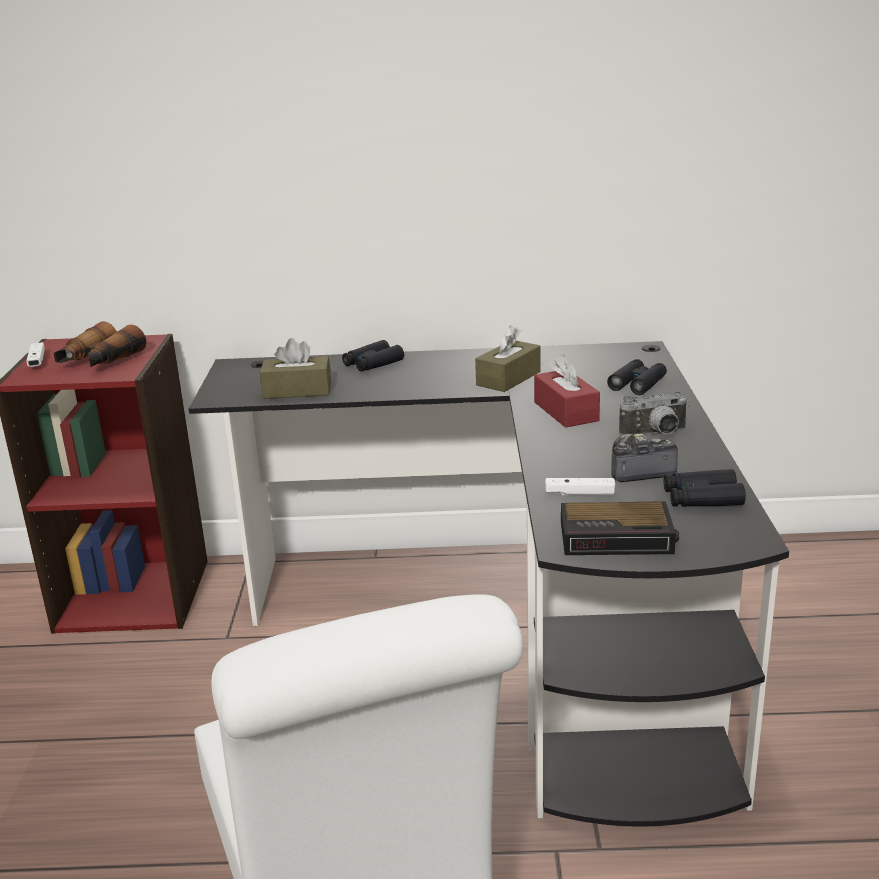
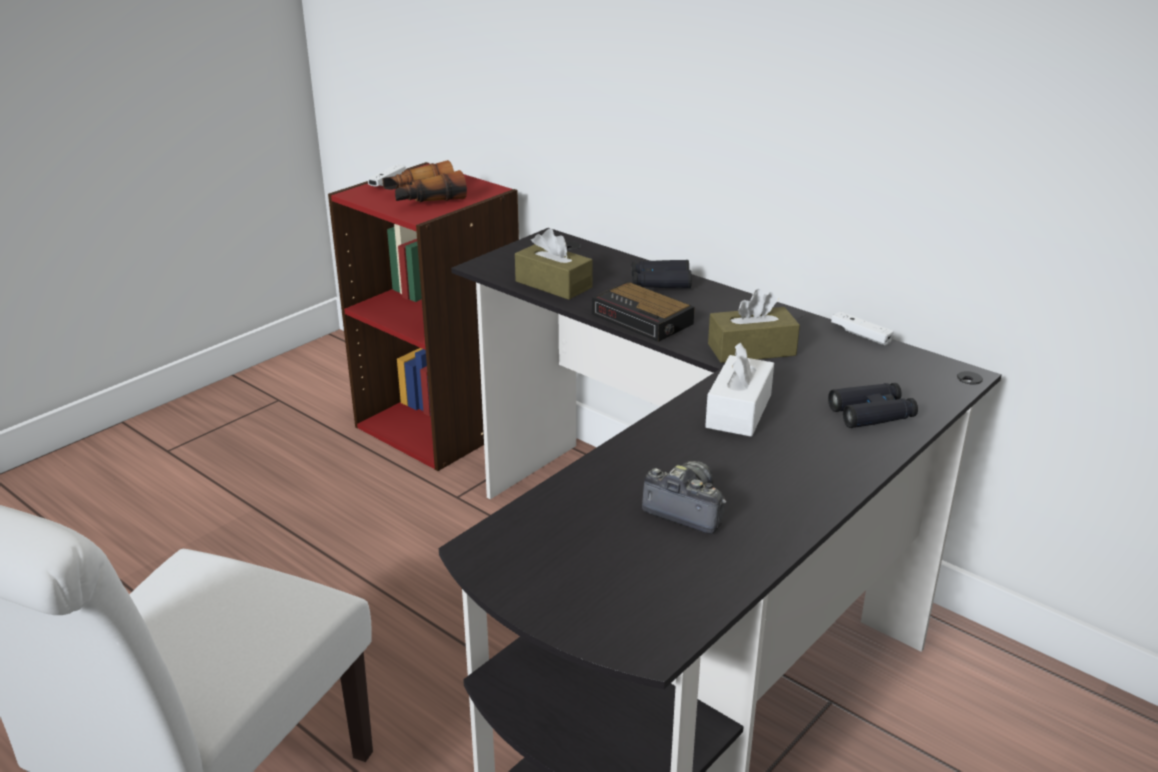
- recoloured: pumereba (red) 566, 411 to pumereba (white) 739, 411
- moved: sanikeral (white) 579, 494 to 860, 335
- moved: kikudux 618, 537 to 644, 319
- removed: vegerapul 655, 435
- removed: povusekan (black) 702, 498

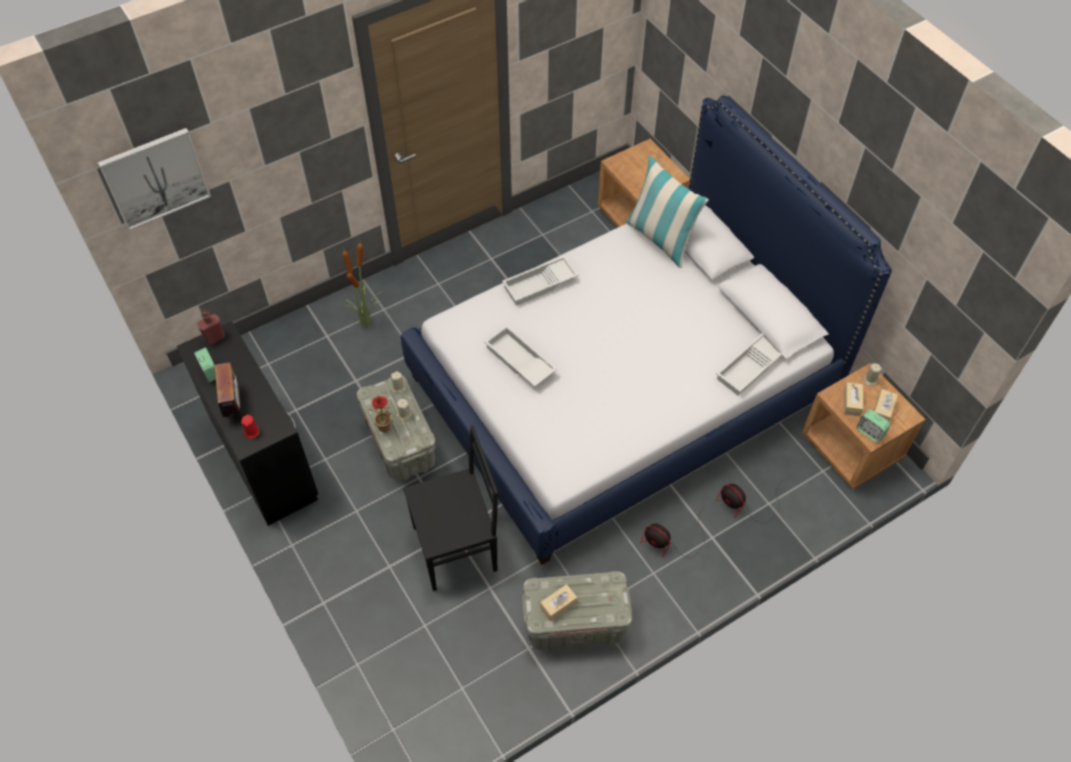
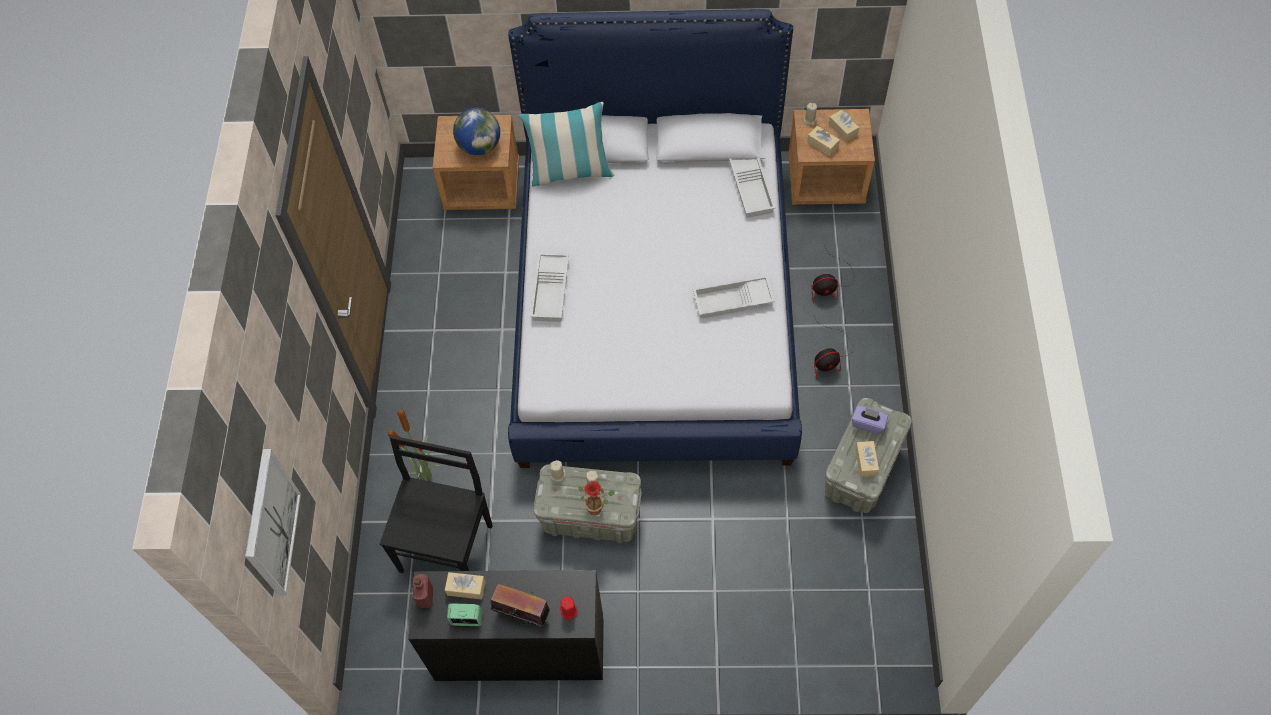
- moved: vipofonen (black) 457, 547 to 447, 545
- moved: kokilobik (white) 519, 361 to 732, 301
- removed: kikudux 870, 432
- added: pumereba (beige) 466, 588
- added: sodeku 479, 146
- added: pumereba (purple) 868, 424

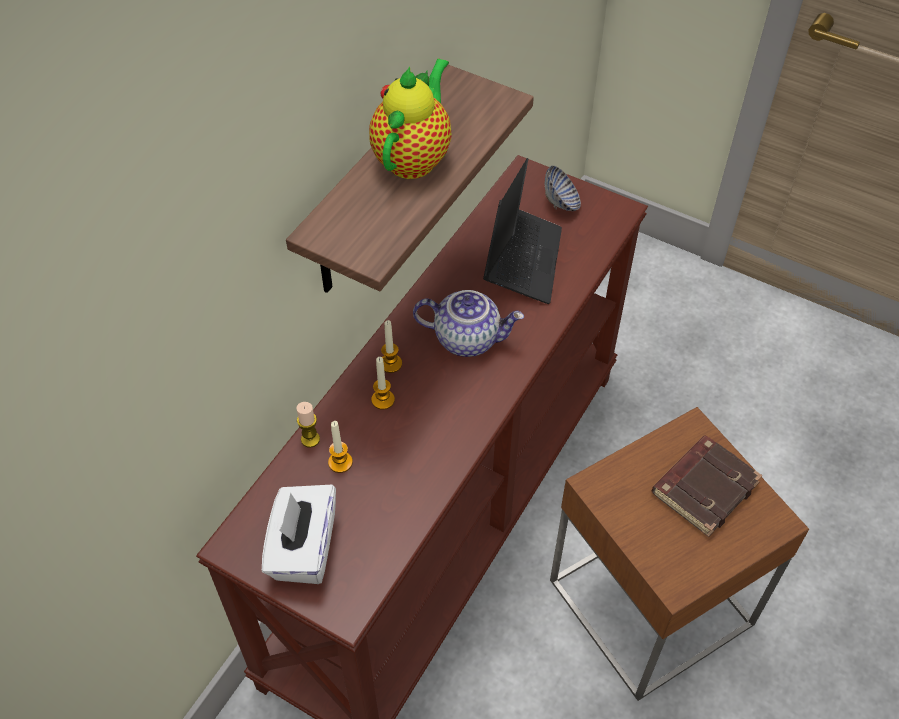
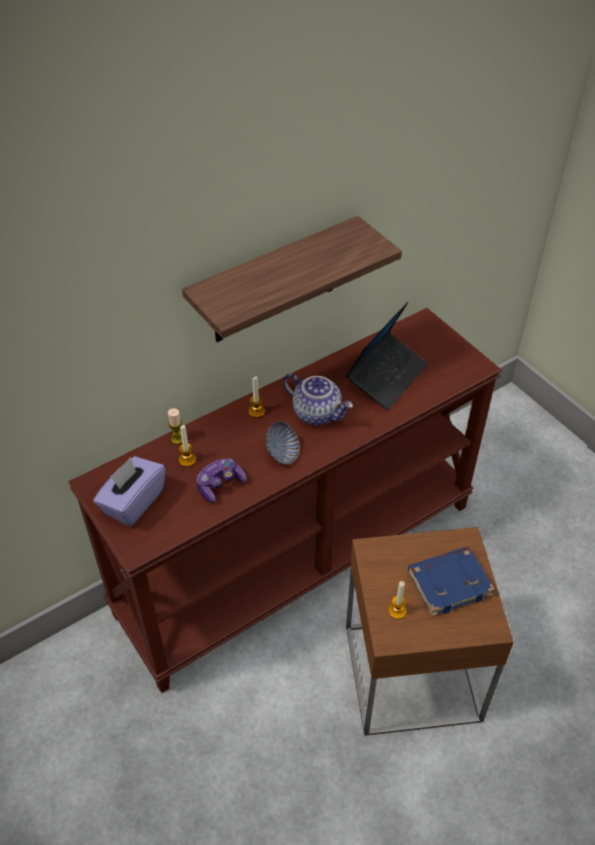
- recoloured: pumereba (white) 303, 548 to pumereba (purple) 133, 502
- removed: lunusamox 414, 158
- moved: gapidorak 383, 400 to 397, 611
- moved: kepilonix 561, 203 to 282, 454
- recoloured: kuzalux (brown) 704, 487 to kuzalux (blue) 449, 582
- added: sanikeral 220, 485

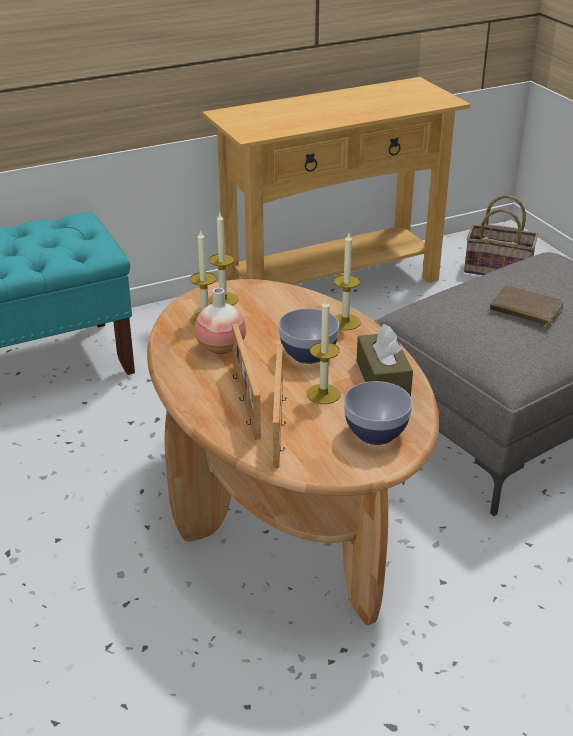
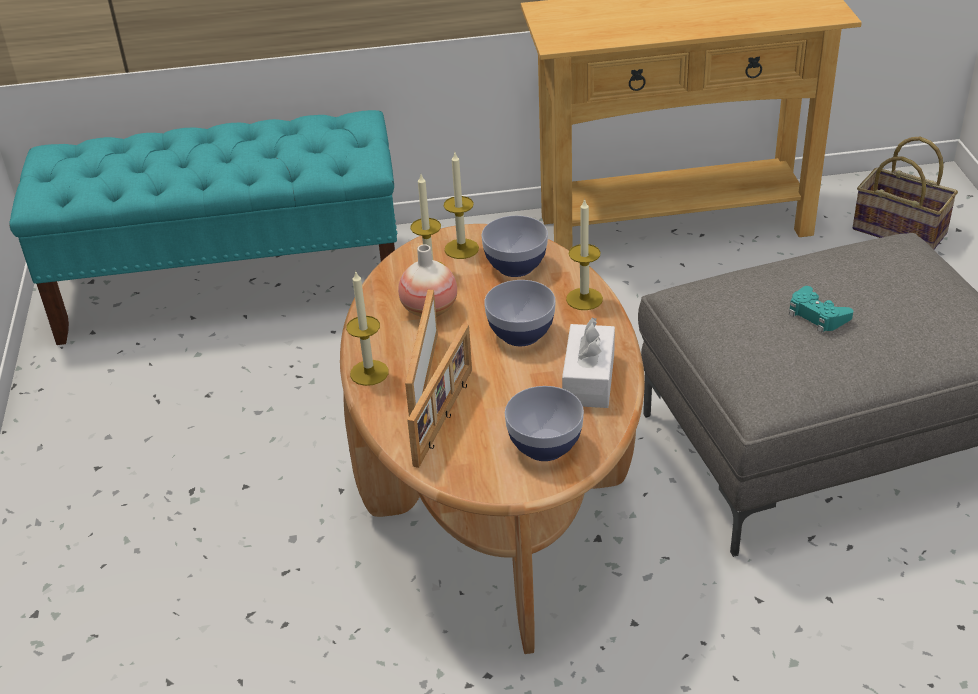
- moved: gapidorak 323, 394 to 369, 373
- recoloured: pumereba (brown) 382, 378 to pumereba (white) 589, 379
- replaced: kuzalux (brown) 525, 310 to sanikeral (turquoise) 817, 315
- added: kepilonix 515, 266

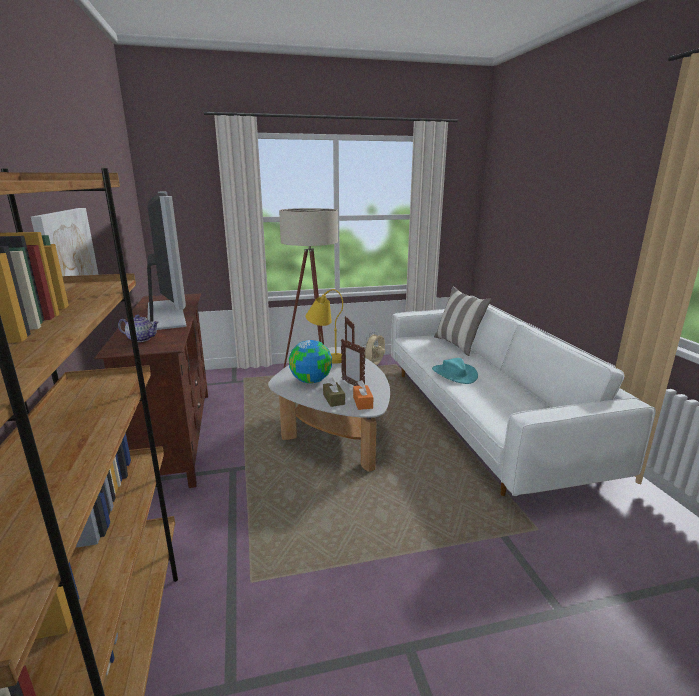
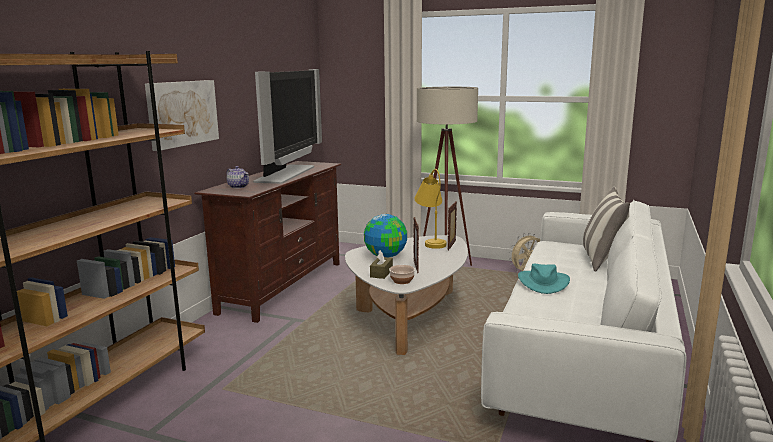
- replaced: pumereba (orange) 362, 402 to kepilonix 402, 281

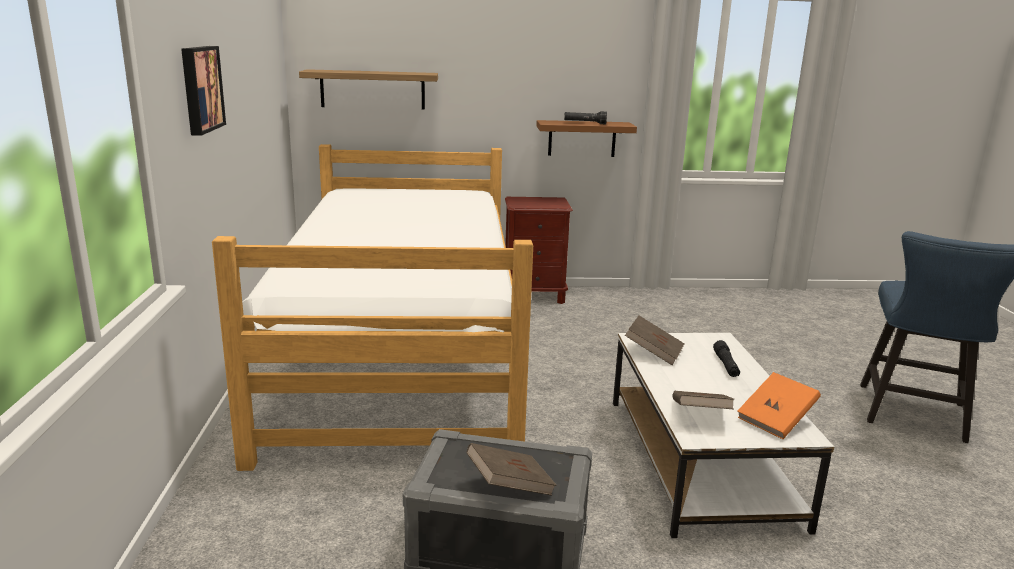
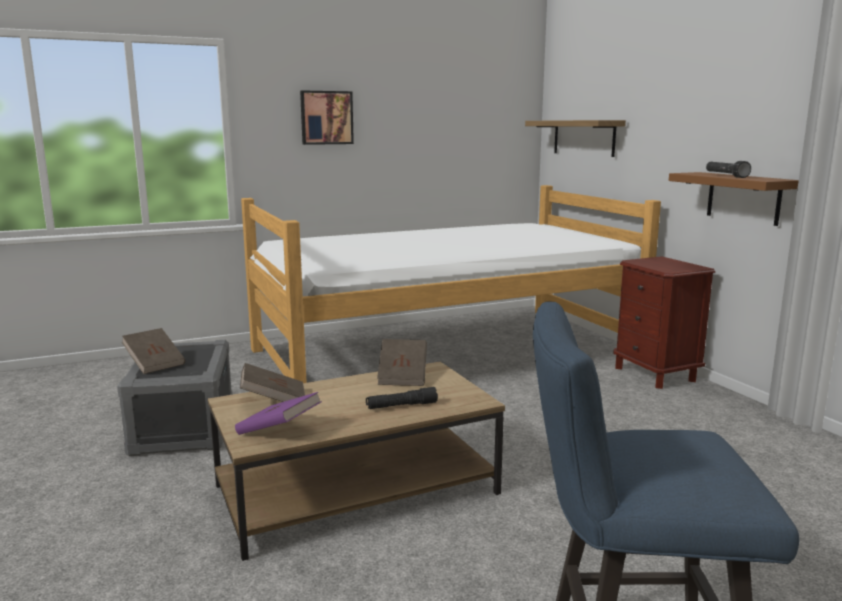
- recoloured: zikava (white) 700, 461 to zikava (brown) 355, 490
- recoloured: kuzalux (orange) 776, 420 to kuzalux (purple) 279, 431

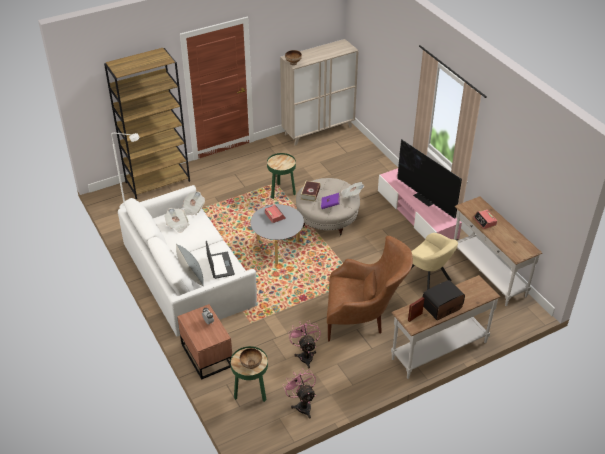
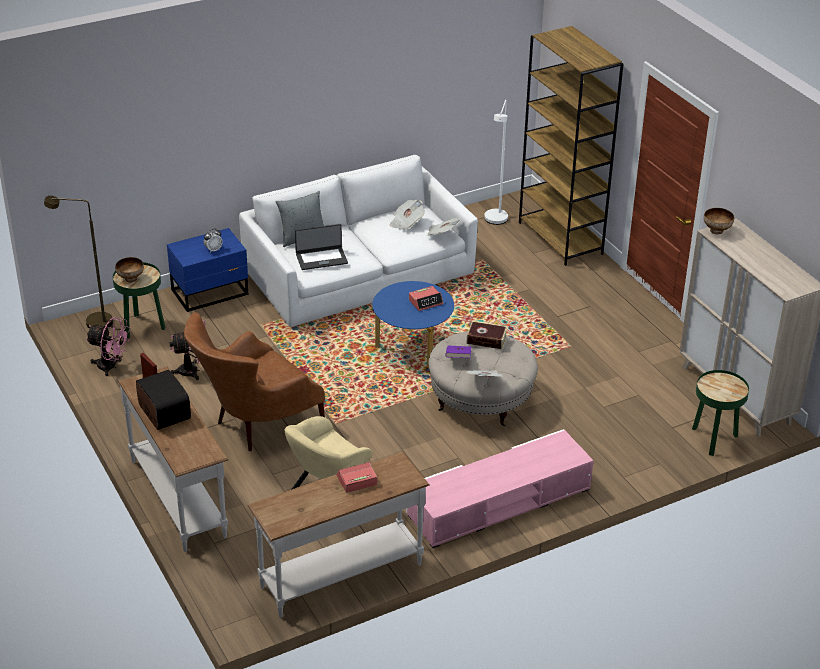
- recoloured: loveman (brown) 207, 354 to loveman (blue) 211, 292
- recoloured: zikava (grey) 277, 247 to zikava (blue) 412, 348
- moved: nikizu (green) 282, 192 to 714, 439
- turned: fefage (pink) 302, 405 = 111, 367 45 degrees clockwise
- turned: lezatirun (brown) 364, 318 = 254, 426 45 degrees clockwise
- removed: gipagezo 425, 198
- added: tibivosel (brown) 91, 323

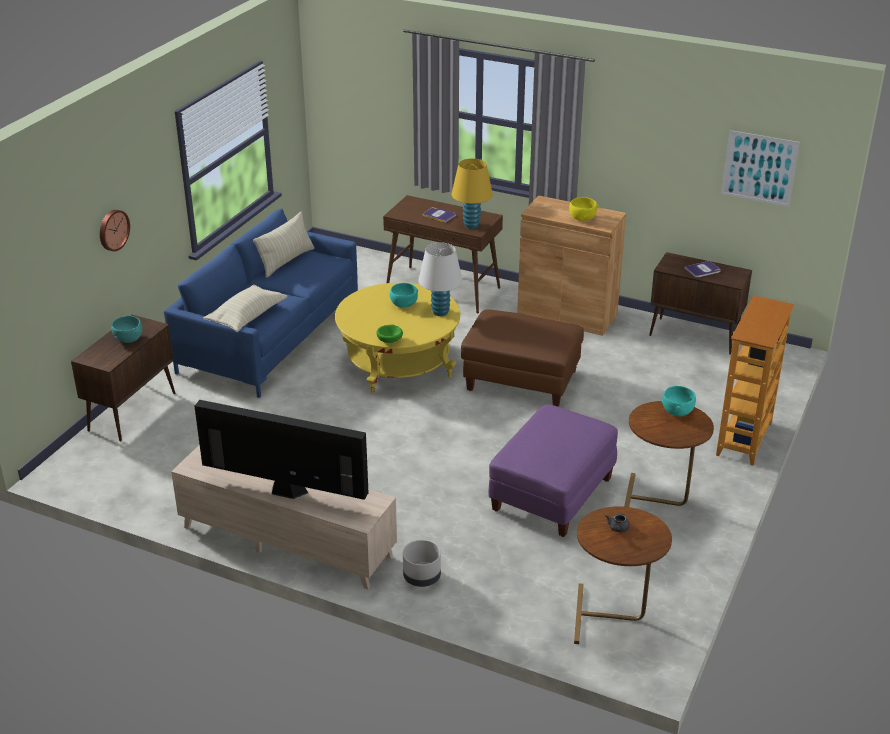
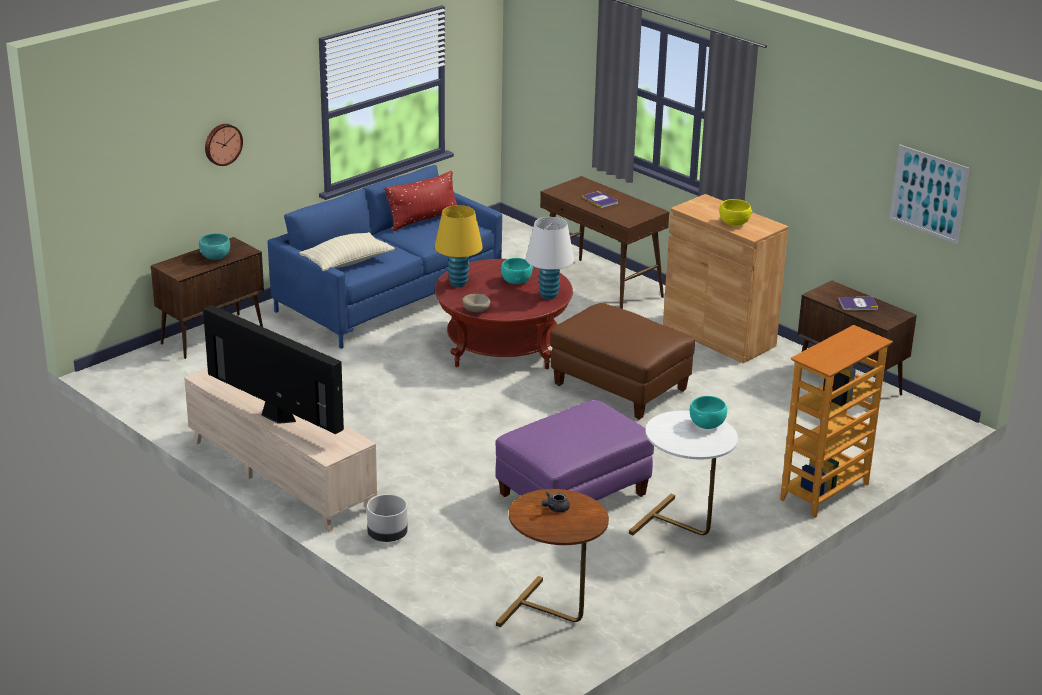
- recoloured: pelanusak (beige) 286, 261 to pelanusak (red) 423, 220
- recoloured: zikava (yellow) 398, 363 to zikava (red) 502, 345
- recoloured: kepilonix (green) 390, 341 to kepilonix (beige) 476, 311
- moved: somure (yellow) 471, 225 to 458, 283
- recoloured: nikizu (brown) 659, 502 to nikizu (white) 682, 528

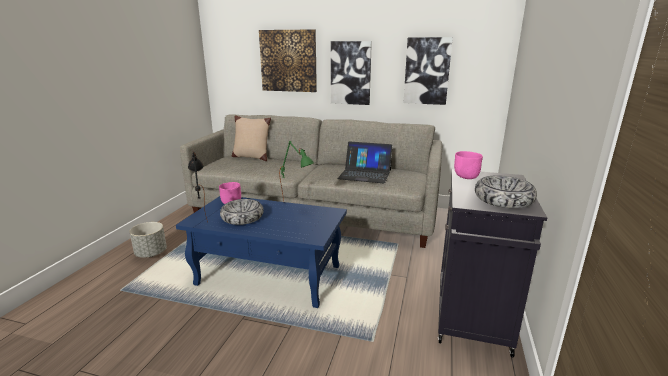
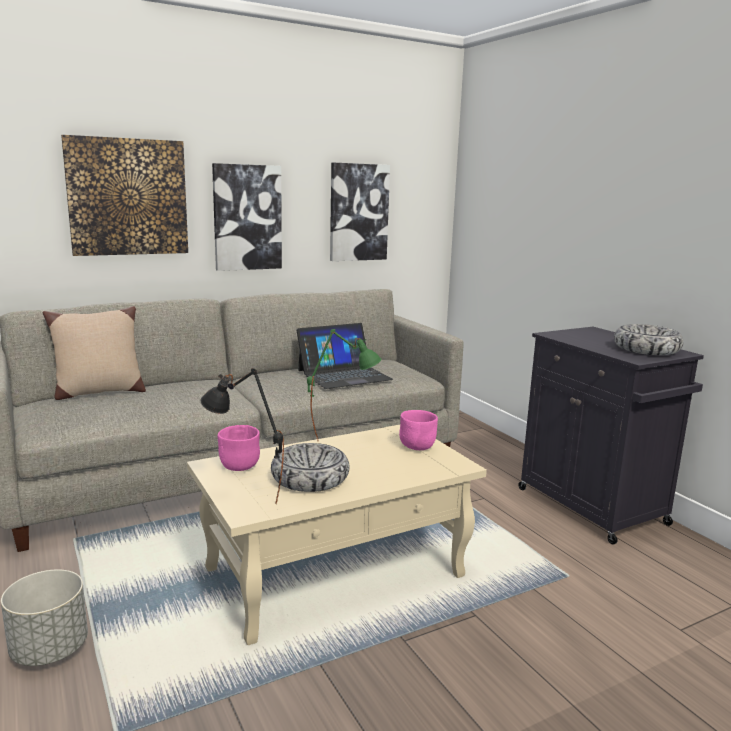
- recoloured: zikava (blue) 270, 275 to zikava (beige) 337, 572
- moved: kepilonix (pink) 466, 177 to 417, 447

